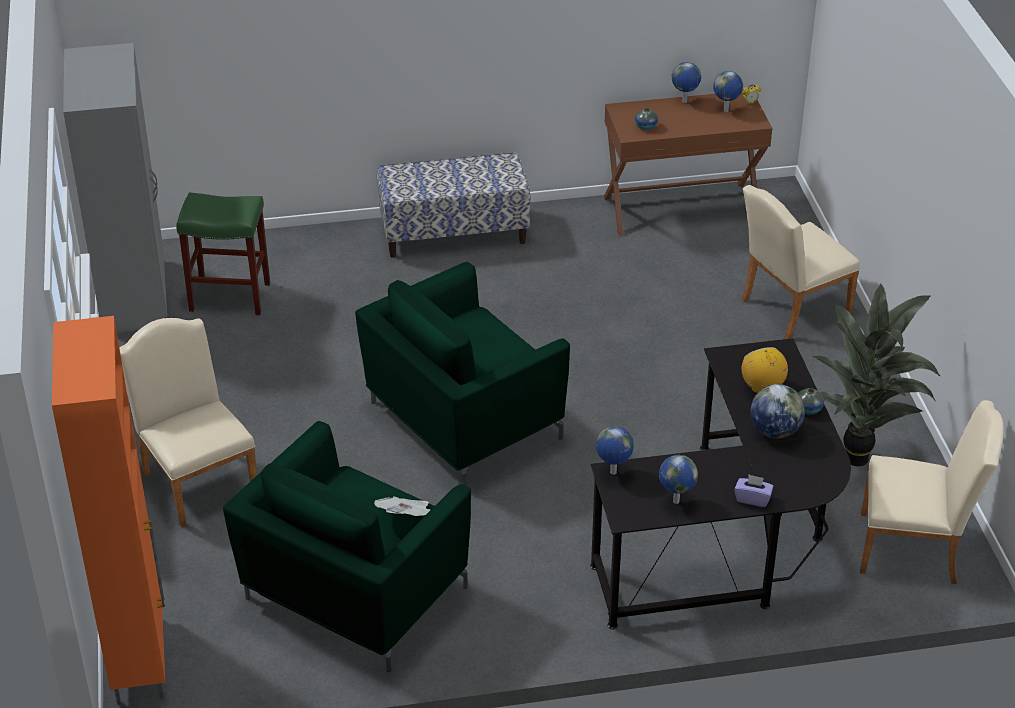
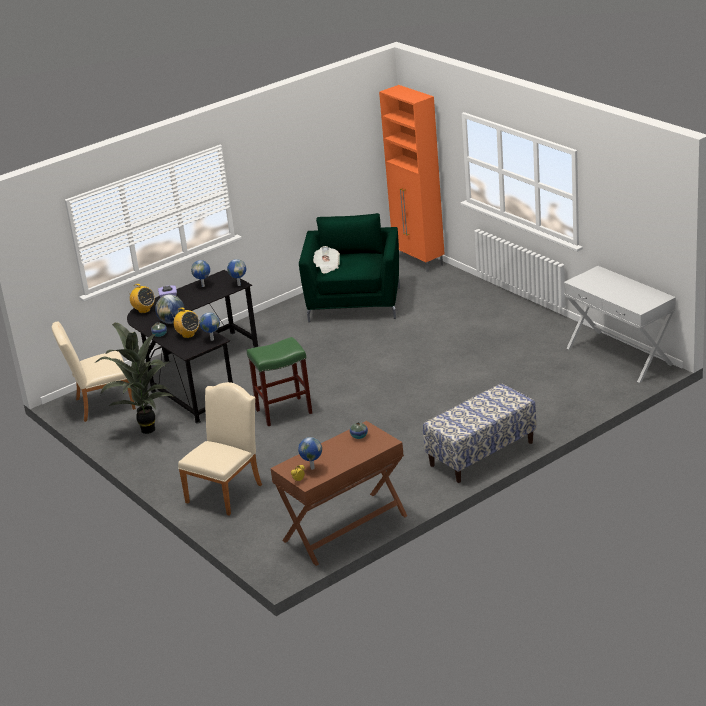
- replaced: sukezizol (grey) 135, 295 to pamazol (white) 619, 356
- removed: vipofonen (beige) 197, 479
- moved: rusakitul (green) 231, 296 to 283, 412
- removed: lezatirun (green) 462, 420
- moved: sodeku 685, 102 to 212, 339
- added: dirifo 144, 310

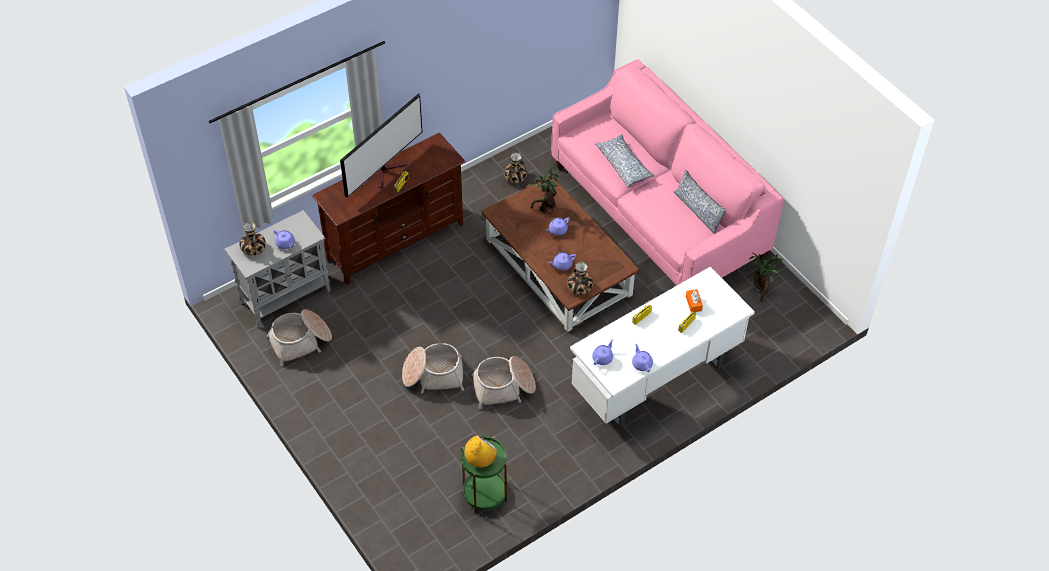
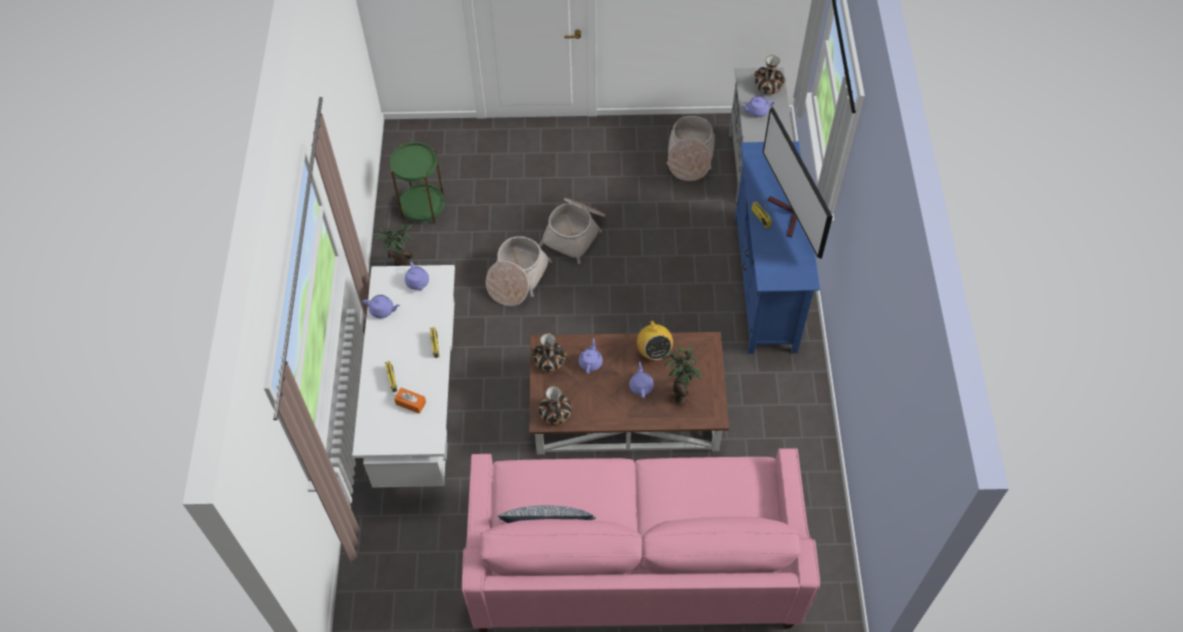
- recoloured: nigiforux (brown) 395, 241 to nigiforux (blue) 765, 283
- moved: dirifo 480, 460 to 653, 352
- moved: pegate 515, 177 to 555, 414
- removed: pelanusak 624, 165
- moved: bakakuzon 760, 291 to 401, 266

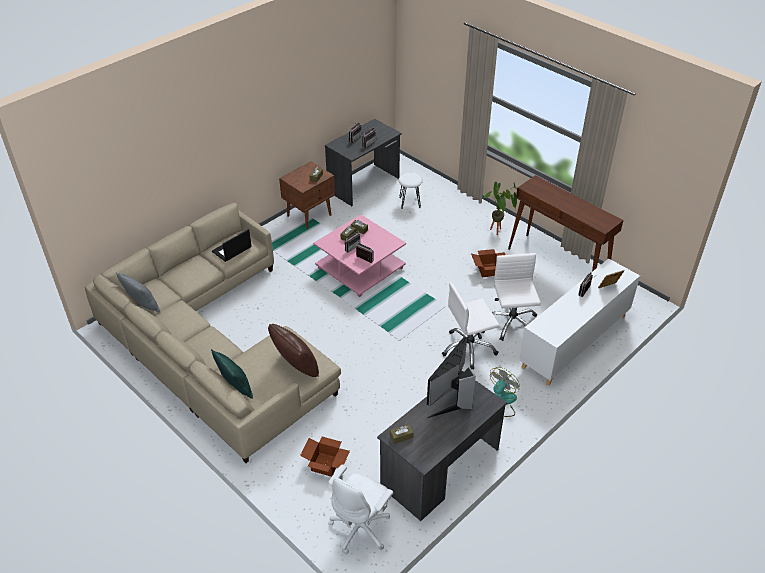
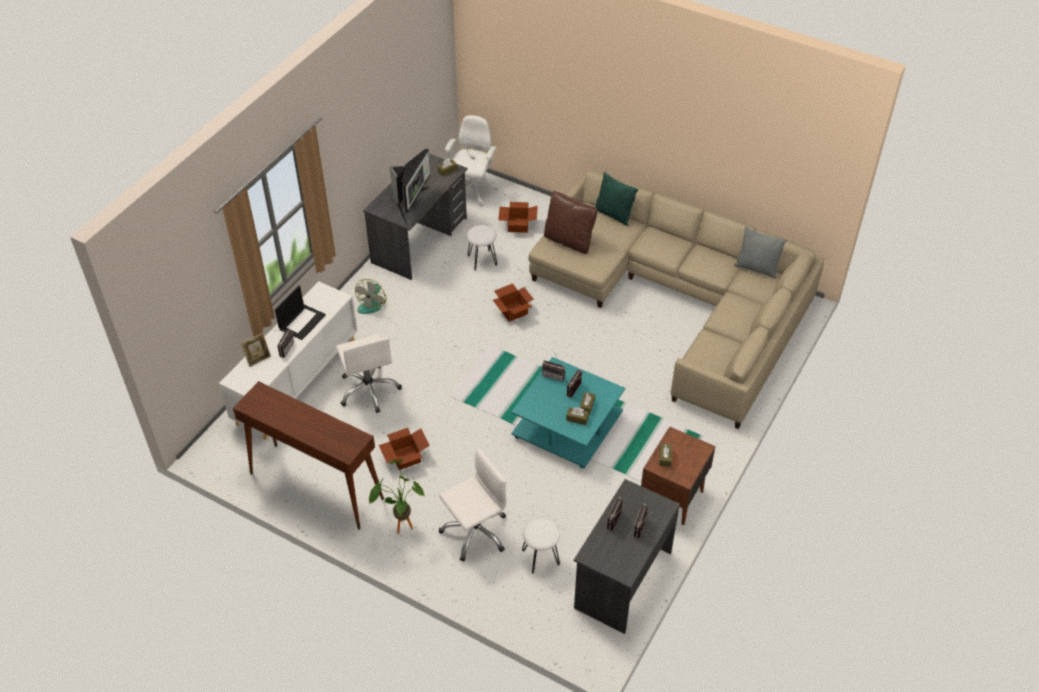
- moved: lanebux 231, 250 to 302, 321
- recoloured: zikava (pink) 359, 268 to zikava (turquoise) 568, 426
- moved: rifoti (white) 469, 348 to 475, 532
- added: rusakitul (white) 482, 260
- added: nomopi 513, 310

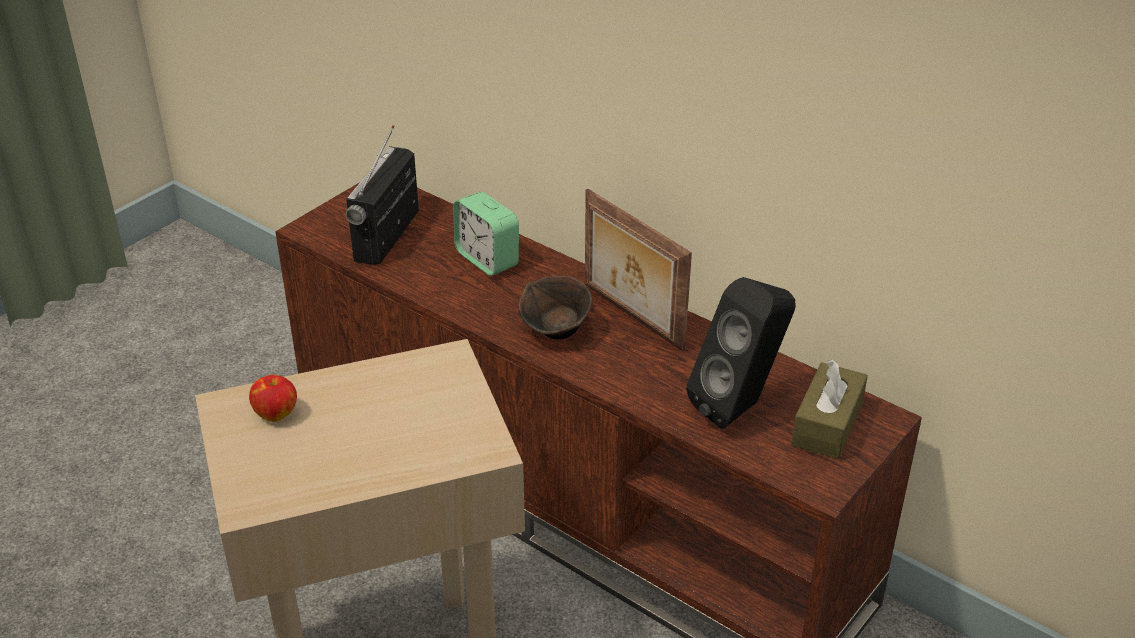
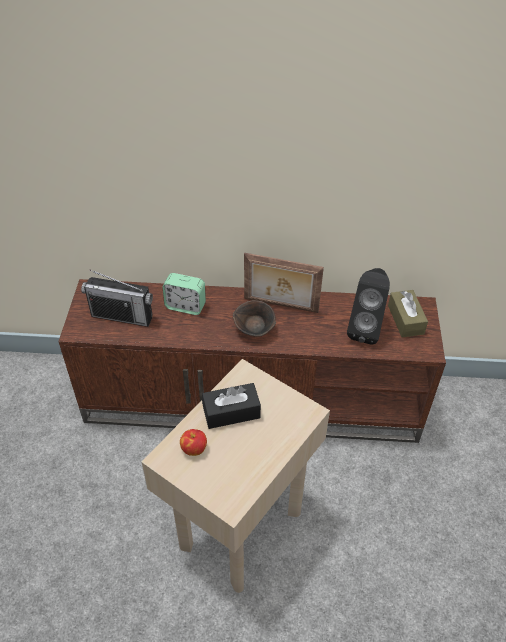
- turned: dirifo 387, 236 = 122, 316 60 degrees counterclockwise
- added: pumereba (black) 231, 412

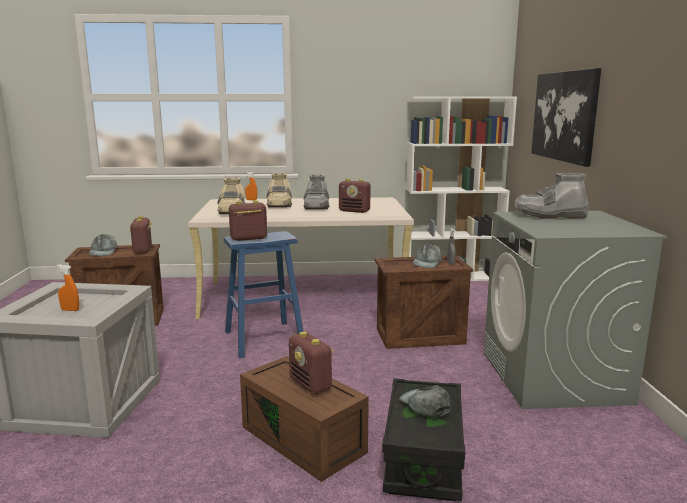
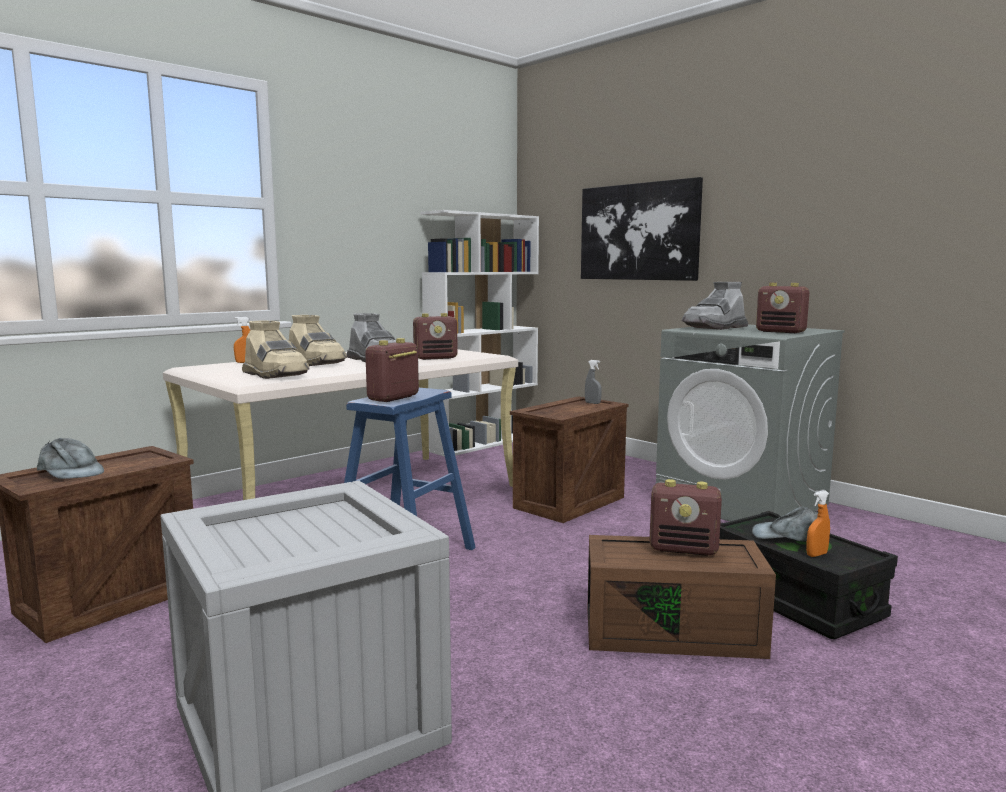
- moved: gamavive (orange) 70, 310 to 816, 554
- moved: dirifo 143, 250 to 781, 332
- removed: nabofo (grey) 427, 262

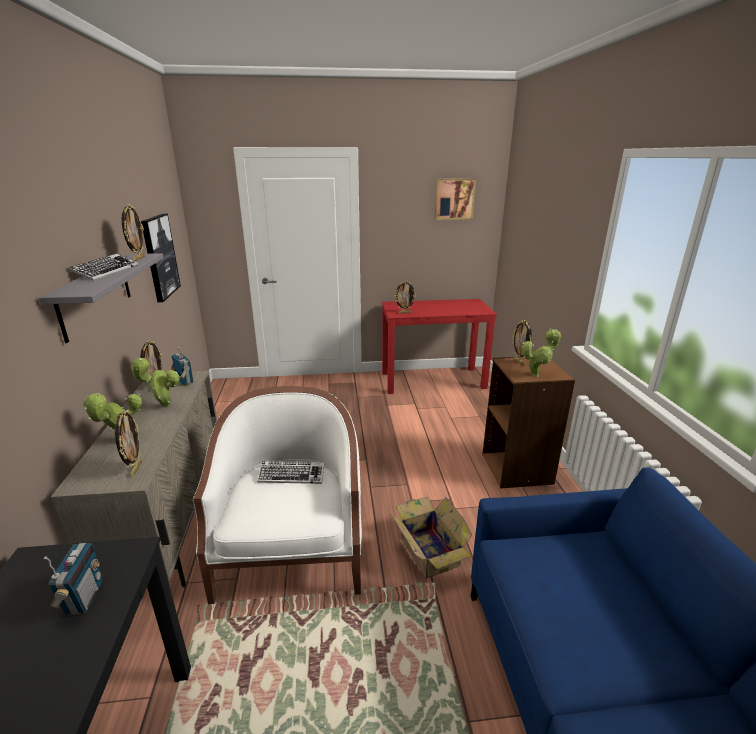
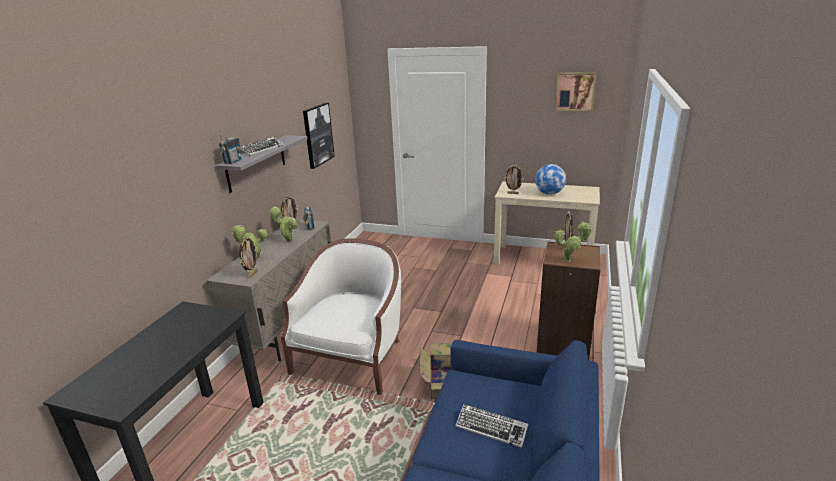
- moved: dirifo 83, 598 to 232, 162
- removed: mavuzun 139, 259
- moved: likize 291, 475 to 491, 428
- recoloured: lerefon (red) 433, 380 to lerefon (beige) 543, 259
- added: sodeku 549, 193

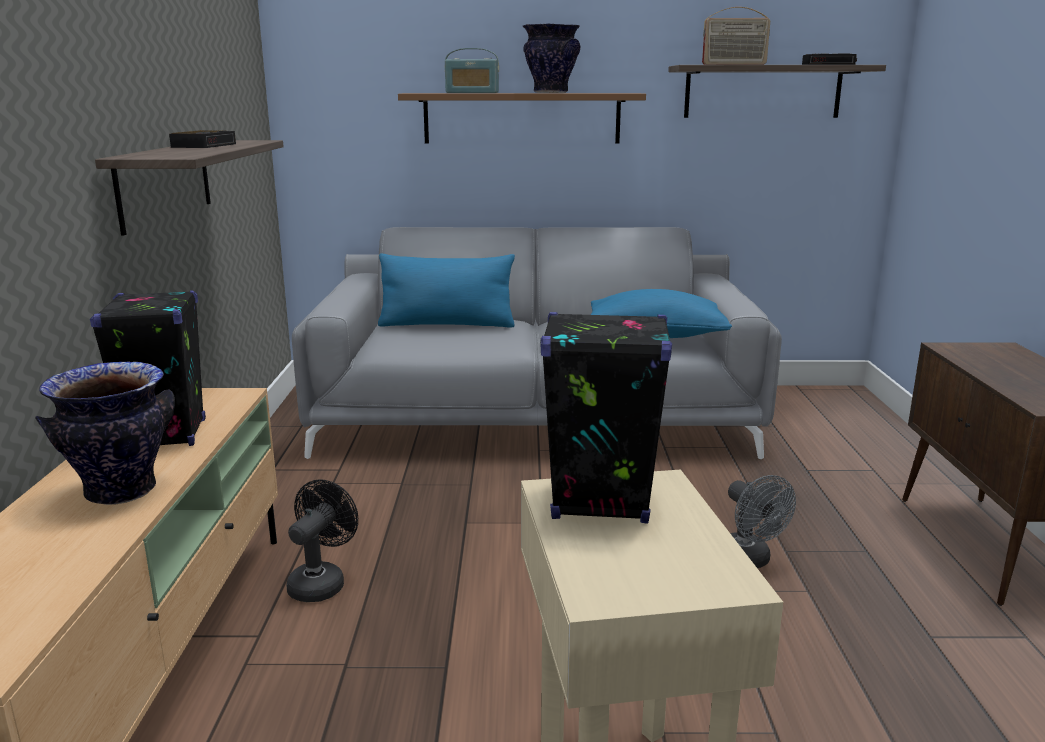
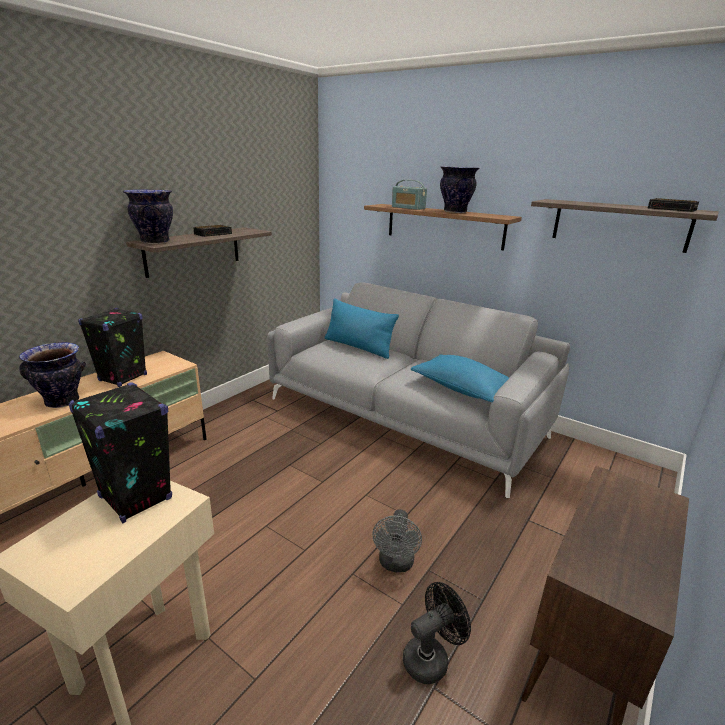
- moved: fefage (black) 321, 582 to 431, 657
- removed: dirifo 734, 64
- added: pegate 154, 242

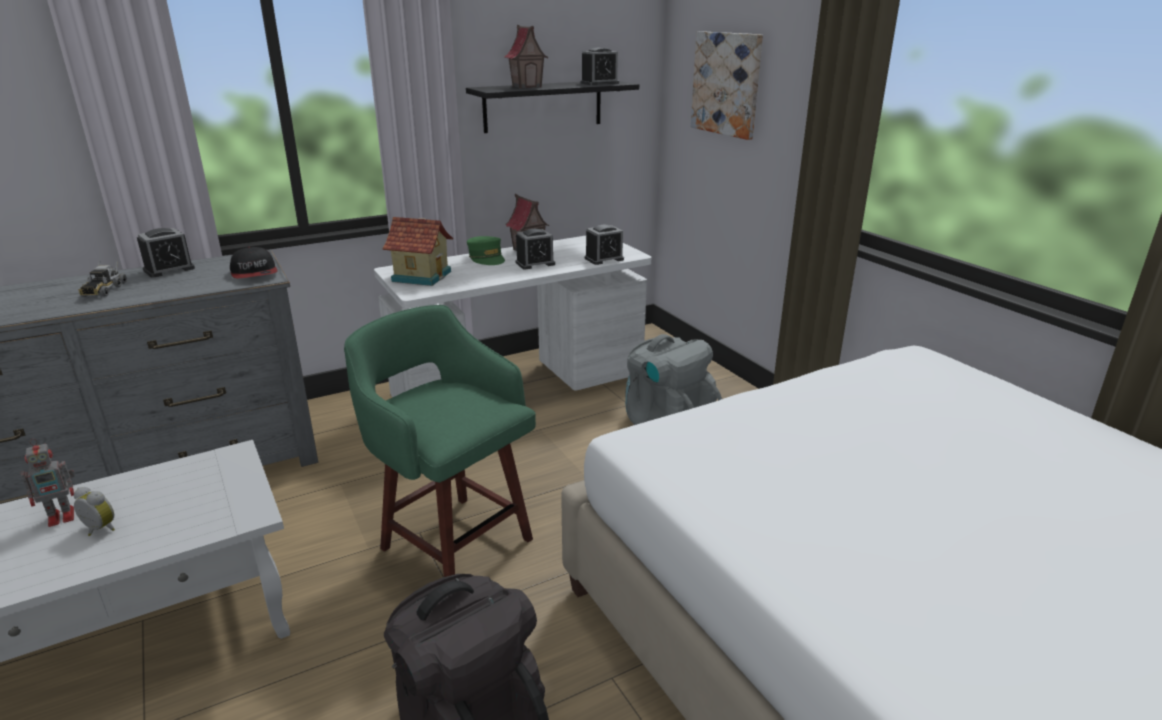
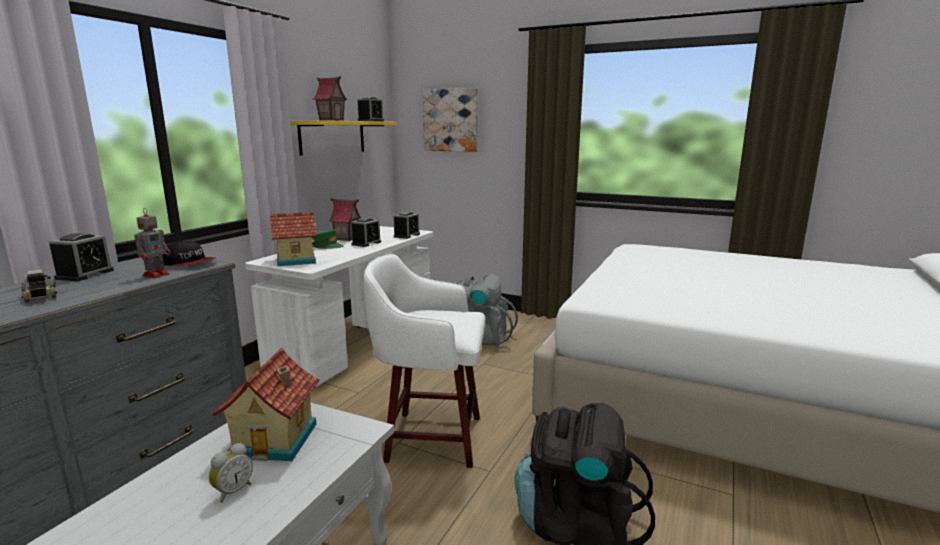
- moved: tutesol 63, 516 to 157, 274
- turned: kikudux 98, 530 = 232, 491 135 degrees clockwise
- recoloured: rusakitul (green) 453, 541 to rusakitul (white) 430, 438
- recoloured: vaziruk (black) 543, 106 to vaziruk (yellow) 332, 137
- added: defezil 277, 440

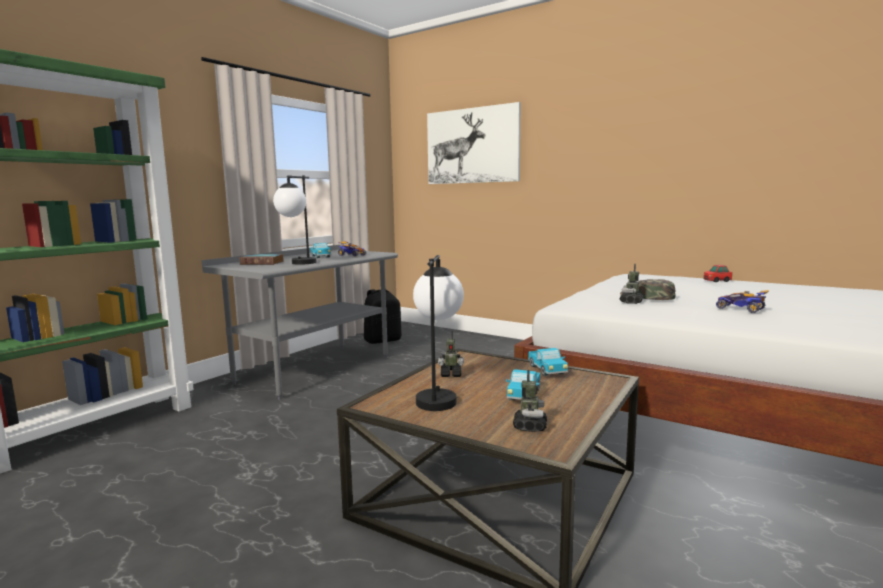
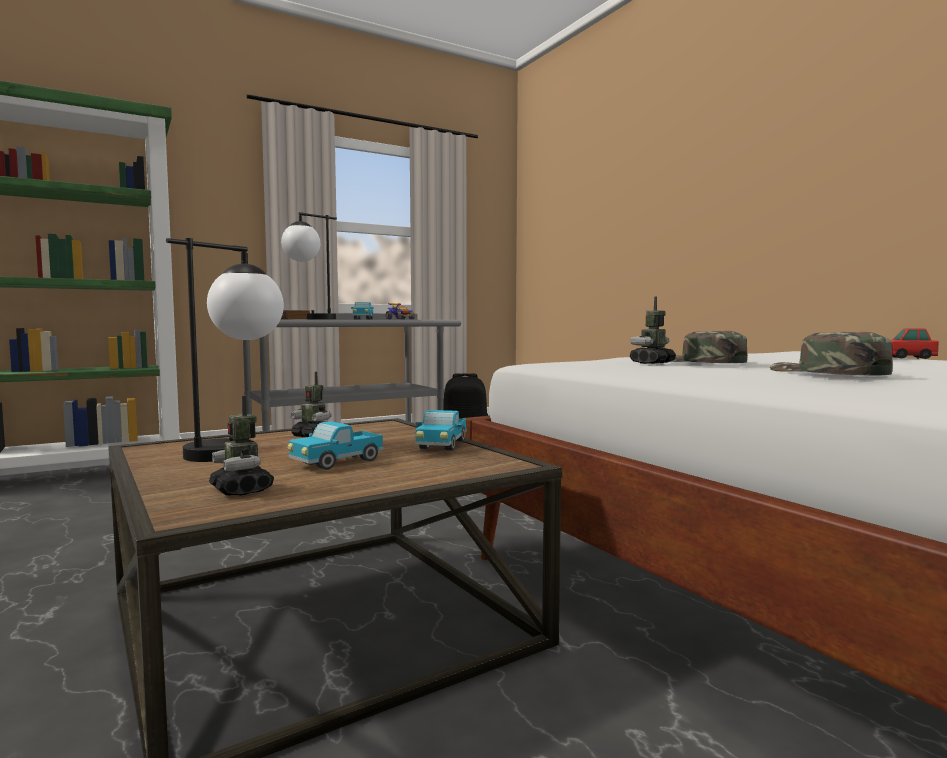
- removed: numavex 472, 146
- turned: tutesol 530, 426 = 241, 490 105 degrees clockwise
- replaced: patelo 741, 309 to nabofo (green) 827, 373

